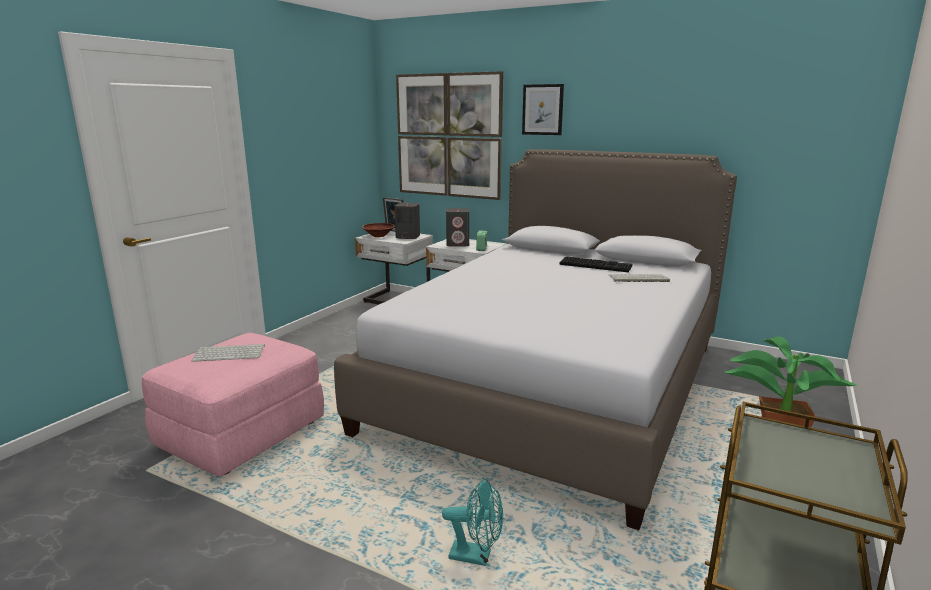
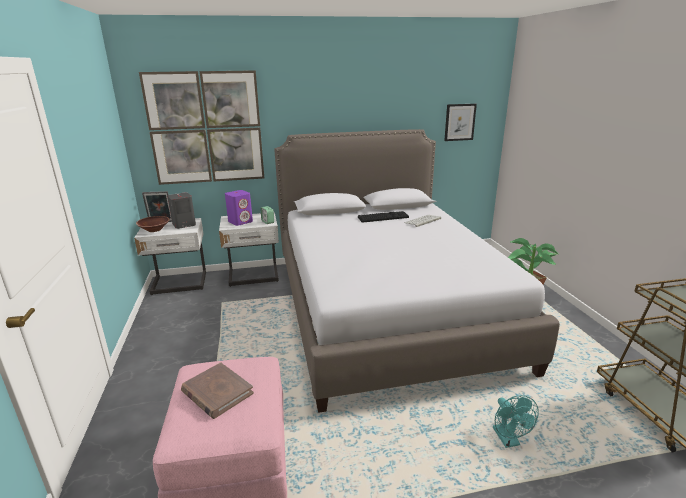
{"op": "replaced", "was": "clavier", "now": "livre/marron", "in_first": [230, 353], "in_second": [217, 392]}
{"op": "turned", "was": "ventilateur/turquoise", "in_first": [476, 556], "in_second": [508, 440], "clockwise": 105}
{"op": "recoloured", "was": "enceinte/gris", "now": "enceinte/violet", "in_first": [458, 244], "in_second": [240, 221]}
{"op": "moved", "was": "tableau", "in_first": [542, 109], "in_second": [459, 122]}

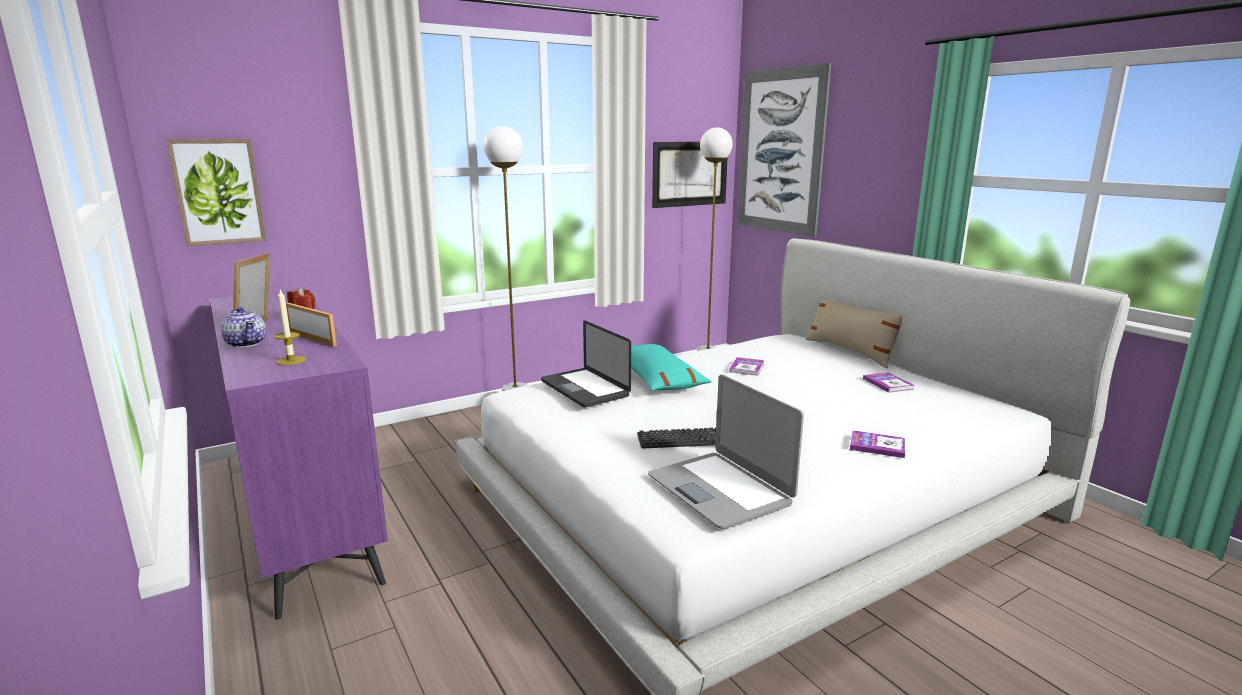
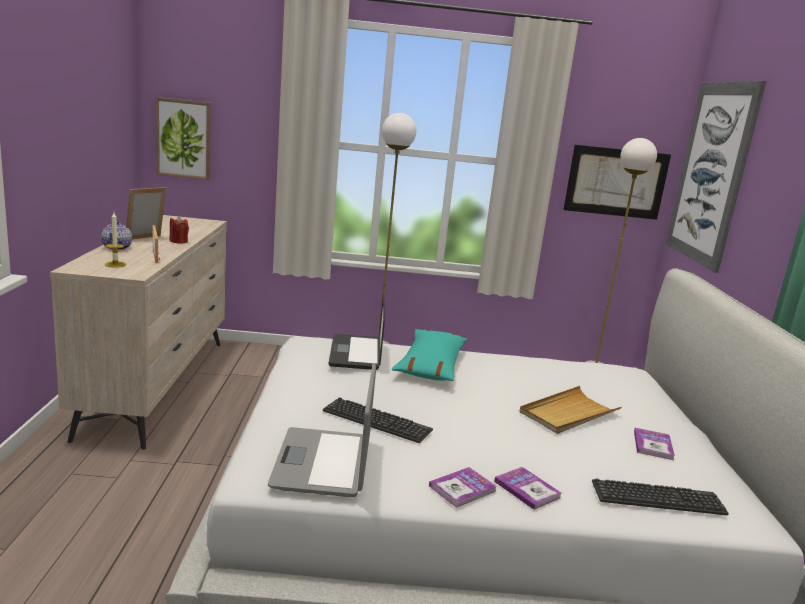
{"op": "recoloured", "was": "commode/violet", "now": "commode/beige", "in_first": [305, 512], "in_second": [158, 385]}
{"op": "moved", "was": "livre", "in_first": [747, 368], "in_second": [462, 488]}
{"op": "removed", "was": "coussin/beige", "in_first": [850, 352]}
{"op": "added", "now": "plateau/beige", "in_second": [568, 413]}
{"op": "added", "now": "clavier", "in_second": [657, 498]}

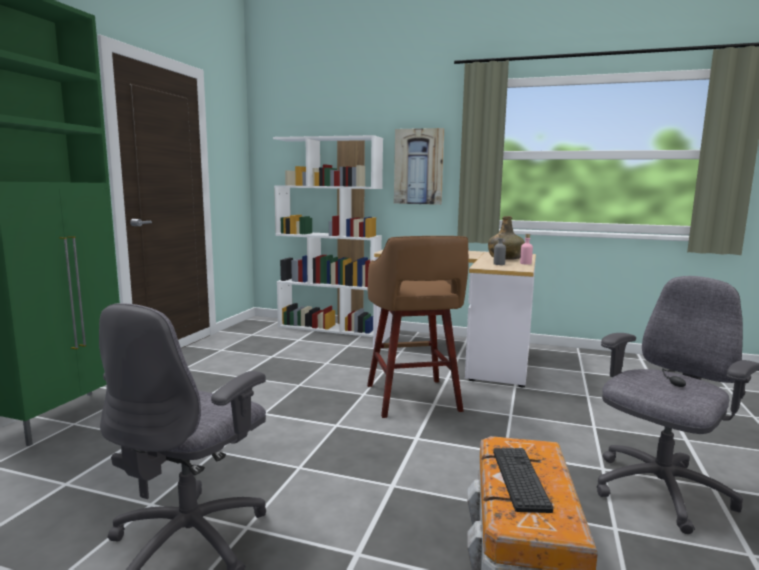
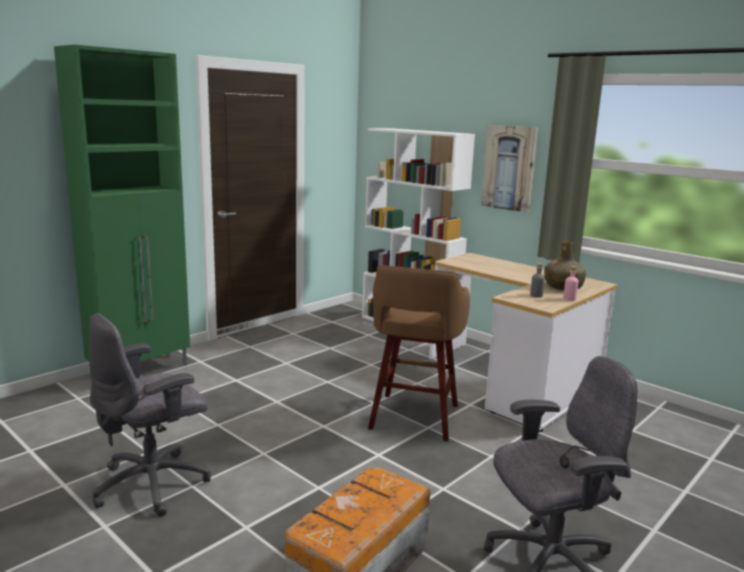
{"op": "removed", "was": "clavier", "in_first": [520, 479]}

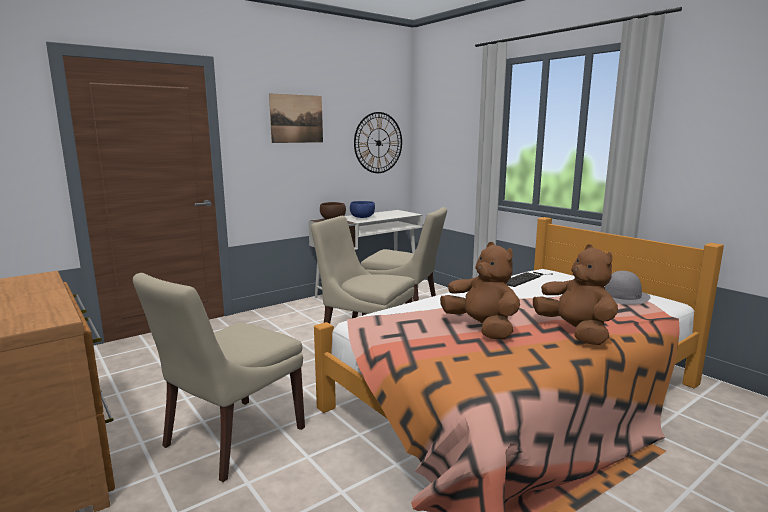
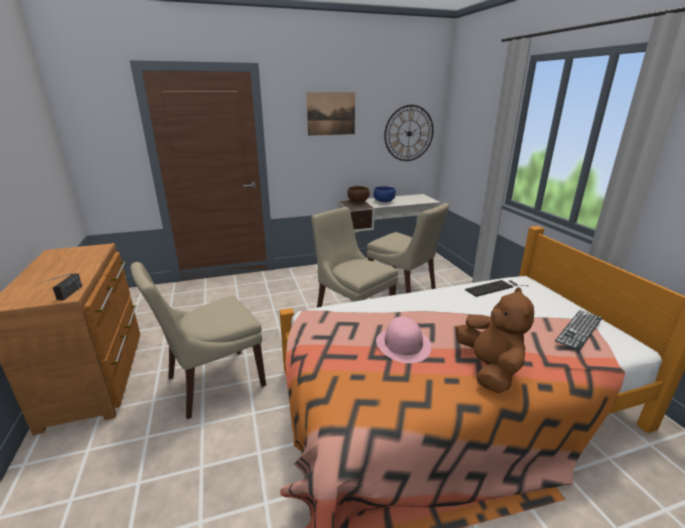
{"op": "replaced", "was": "peluche/marron", "now": "chapeau/rose", "in_first": [482, 328], "in_second": [403, 344]}
{"op": "replaced", "was": "chapeau/gris", "now": "clavier", "in_first": [622, 296], "in_second": [579, 329]}
{"op": "added", "now": "radio", "in_second": [65, 296]}

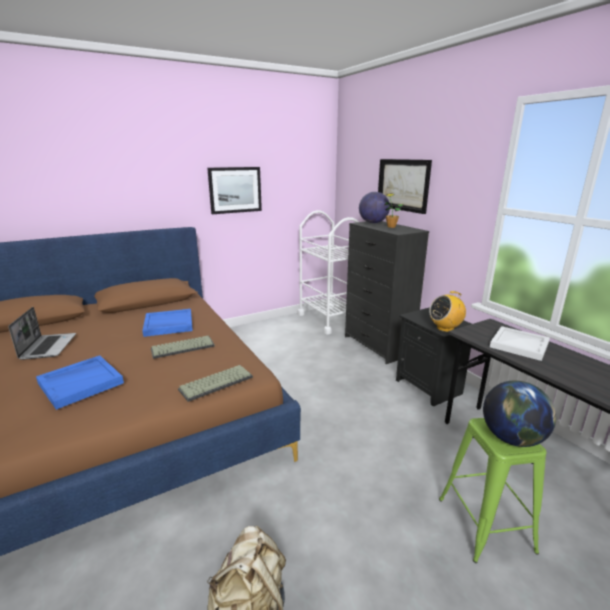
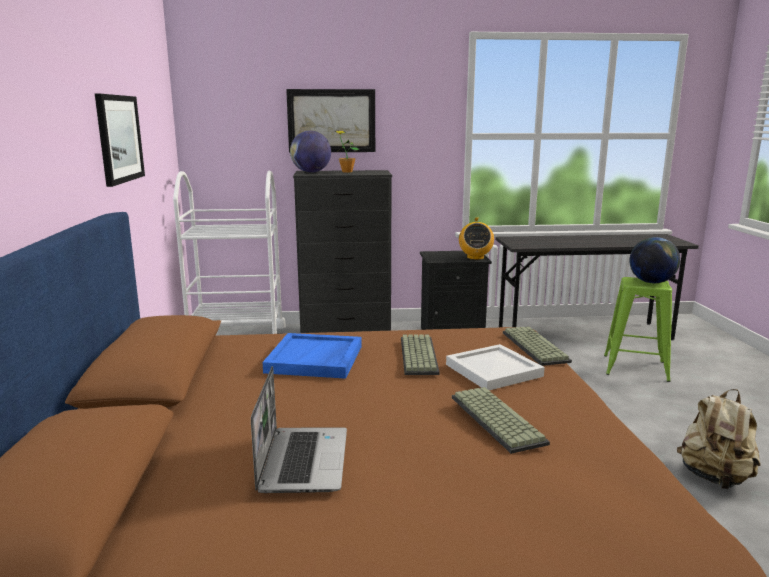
{"op": "turned", "was": "ordinateur portable", "in_first": [48, 347], "in_second": [302, 460], "clockwise": 75}
{"op": "replaced", "was": "plateau/bleu", "now": "clavier", "in_first": [81, 383], "in_second": [494, 419]}
{"op": "moved", "was": "plateau/blanc", "in_first": [518, 344], "in_second": [492, 370]}

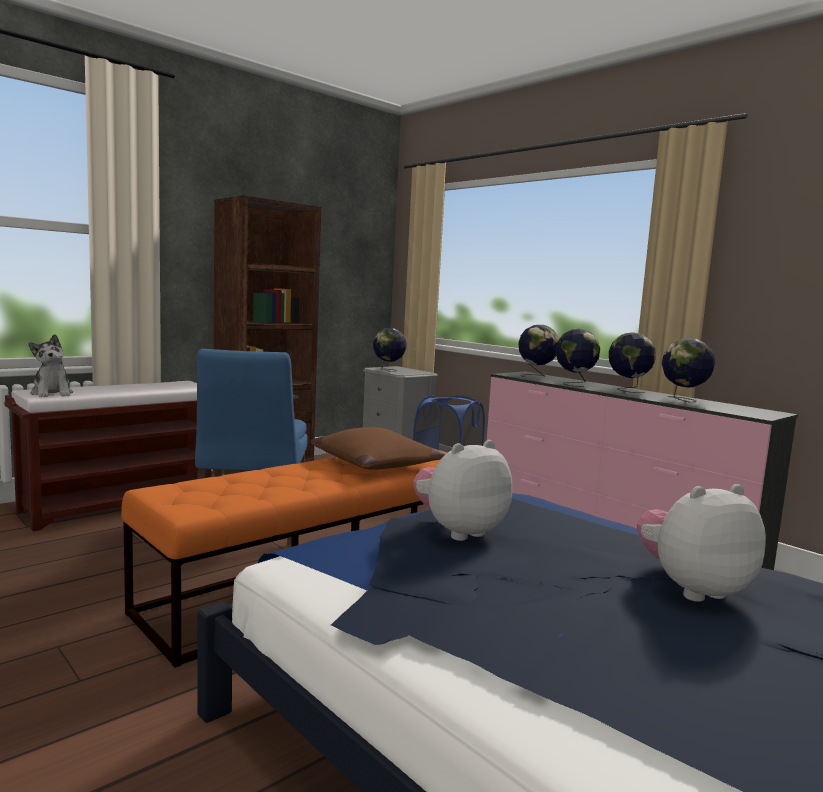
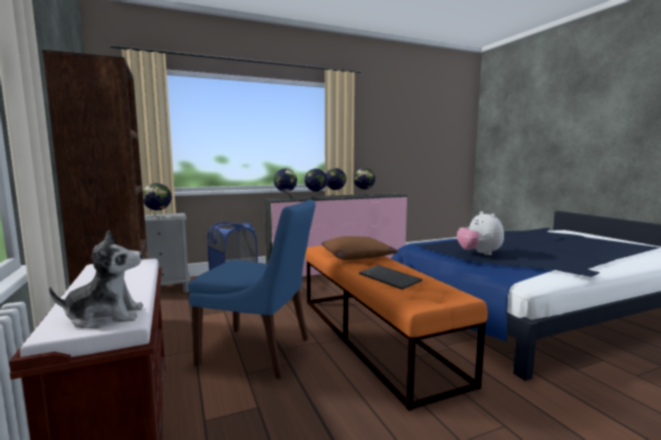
{"op": "removed", "was": "peluche", "in_first": [692, 589]}
{"op": "added", "now": "clavier", "in_second": [390, 278]}

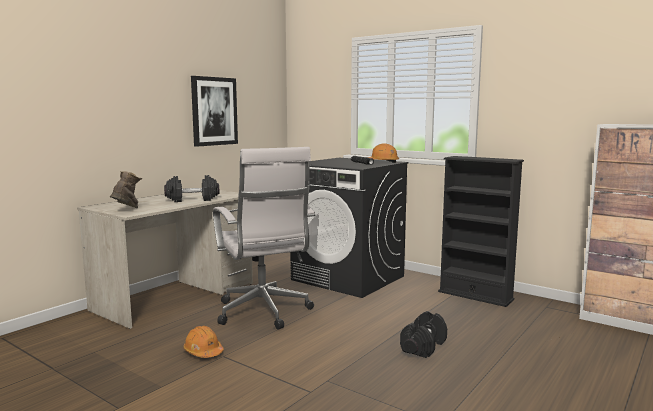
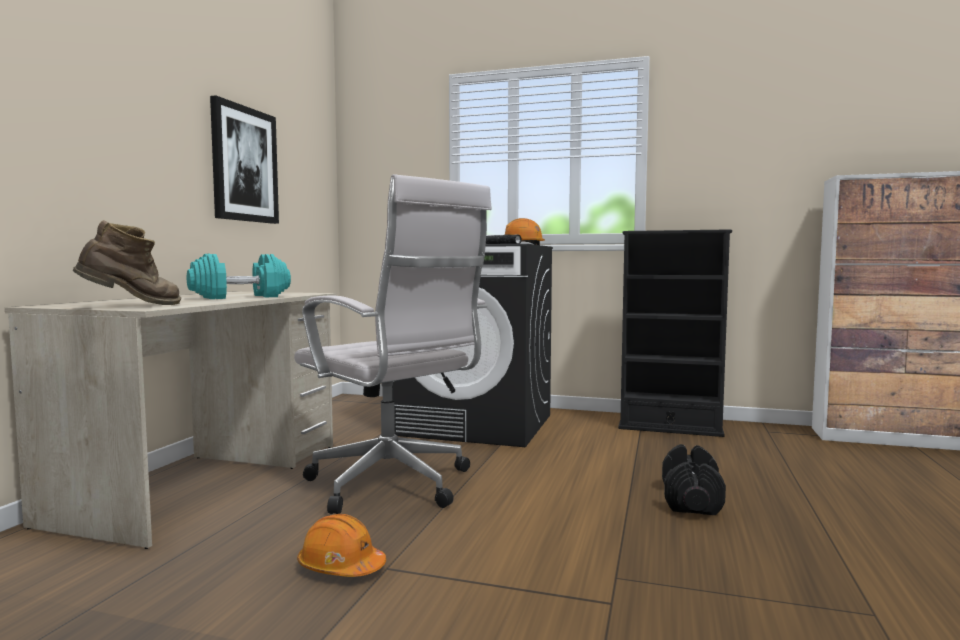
{"op": "turned", "was": "botte/marron", "in_first": [127, 210], "in_second": [133, 306], "clockwise": 60}
{"op": "recoloured", "was": "haltère/noir", "now": "haltère/turquoise", "in_first": [192, 199], "in_second": [241, 297]}

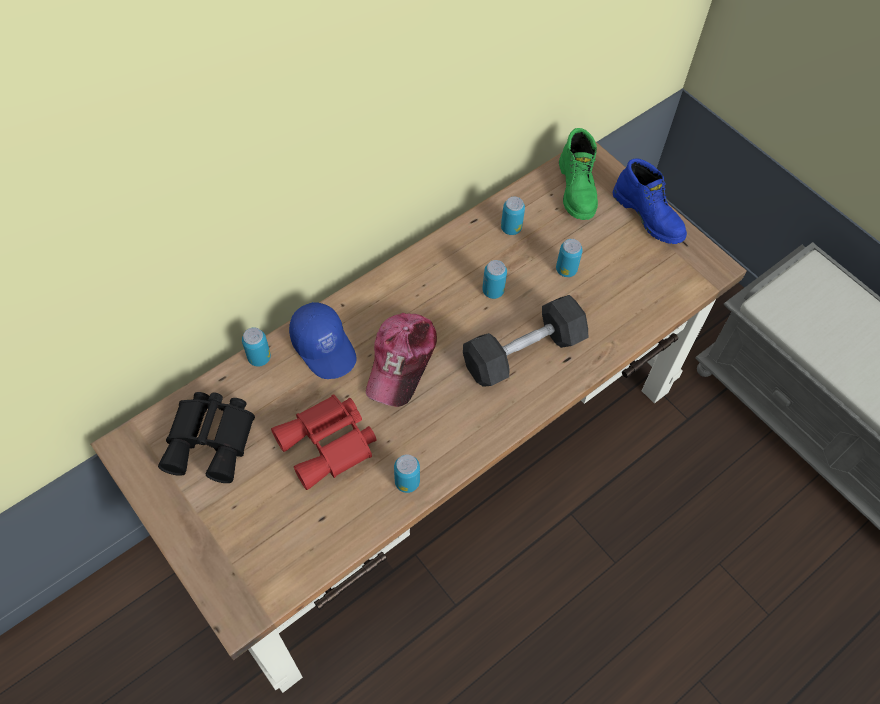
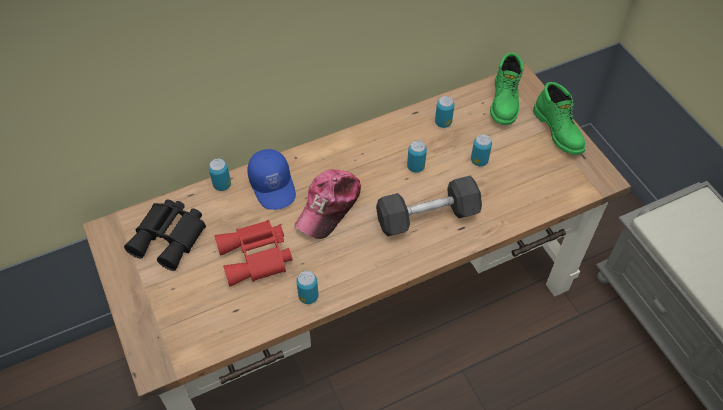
{"op": "recoloured", "was": "botte/bleu", "now": "botte/vert", "in_first": [649, 216], "in_second": [559, 131]}

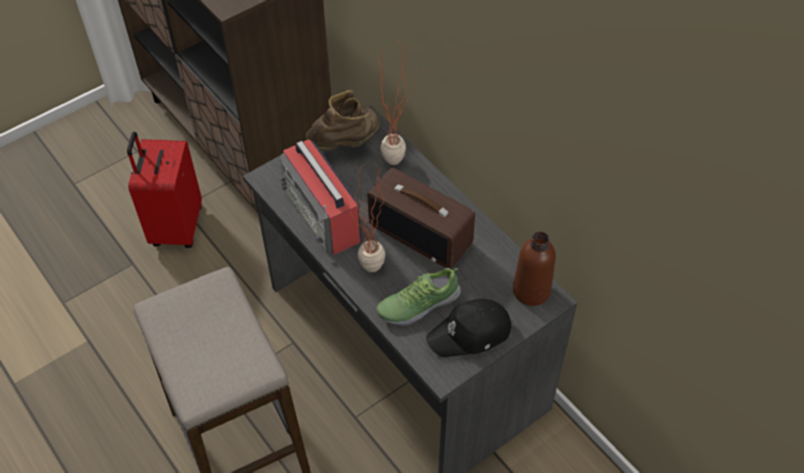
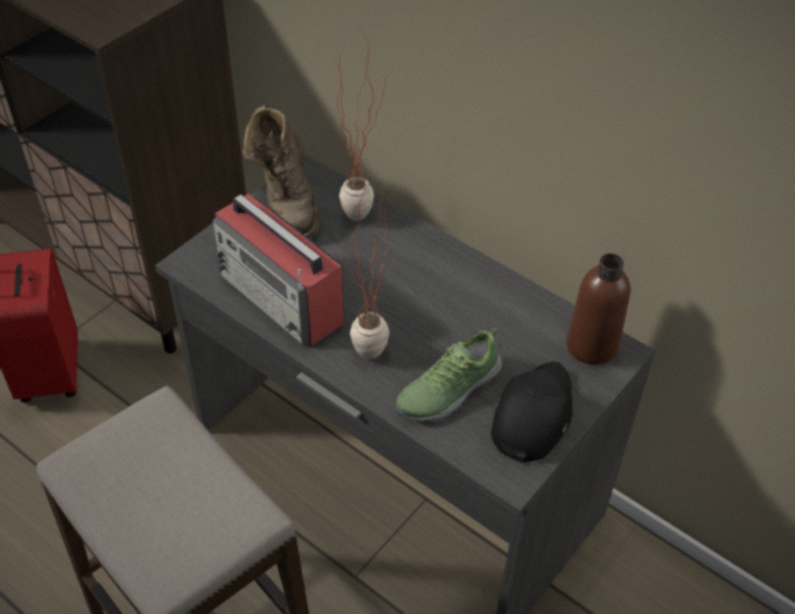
{"op": "turned", "was": "botte/marron", "in_first": [346, 144], "in_second": [288, 205], "clockwise": 135}
{"op": "removed", "was": "radio", "in_first": [422, 234]}
{"op": "turned", "was": "casquette/noir", "in_first": [470, 334], "in_second": [532, 415], "clockwise": 150}

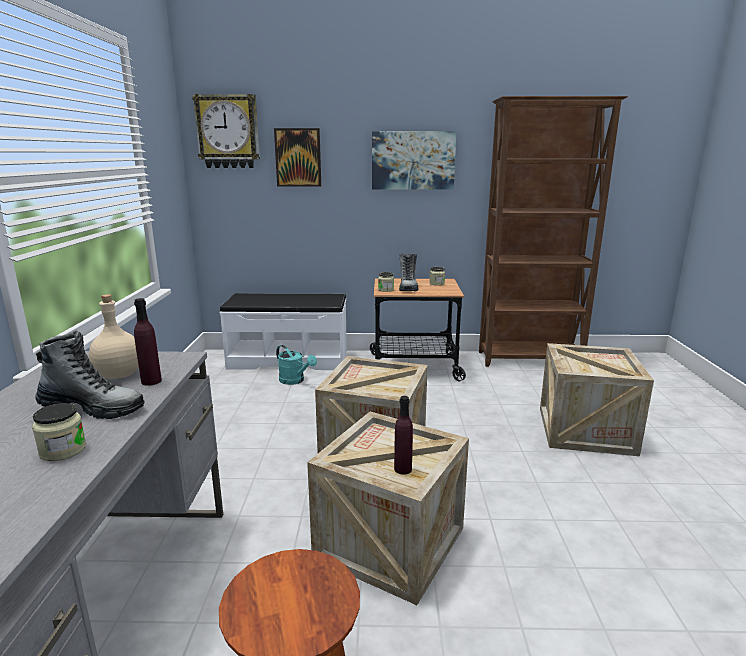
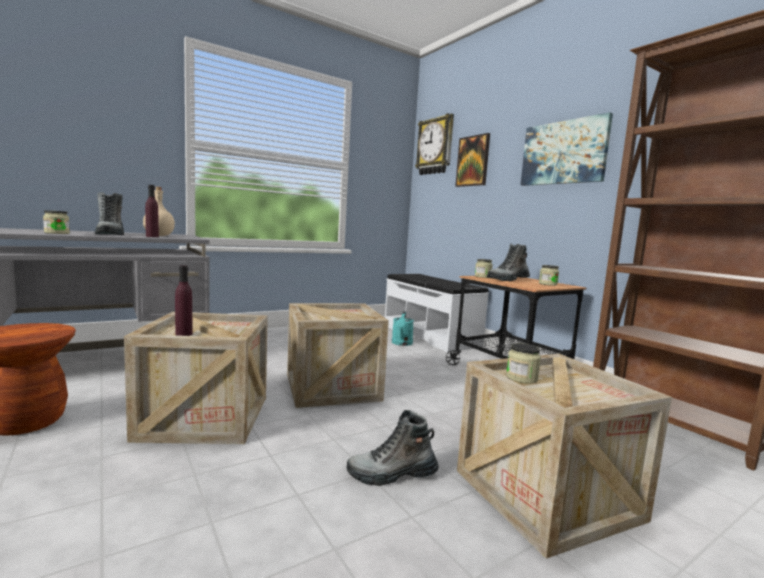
{"op": "added", "now": "botte", "in_second": [392, 474]}
{"op": "added", "now": "bocal", "in_second": [521, 378]}

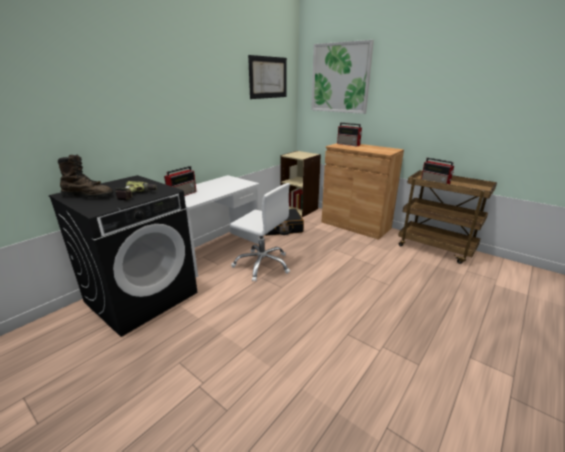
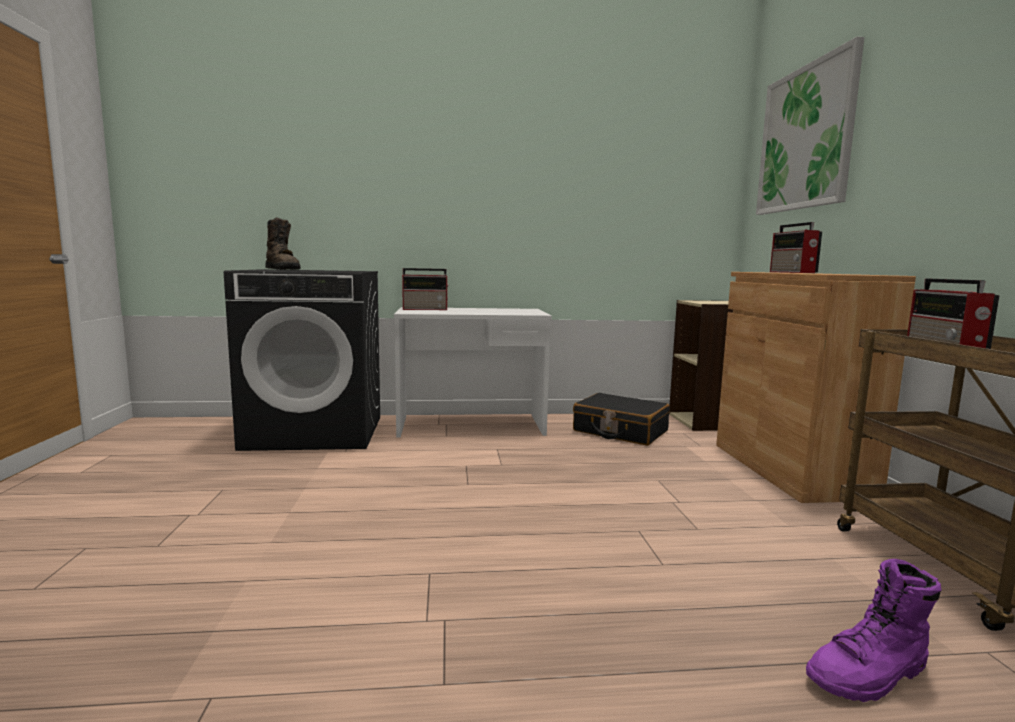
{"op": "removed", "was": "perceuse", "in_first": [137, 195]}
{"op": "removed", "was": "chaise de bureau/blanc", "in_first": [262, 264]}
{"op": "removed", "was": "tableau", "in_first": [268, 77]}
{"op": "added", "now": "botte/violet", "in_second": [869, 675]}

